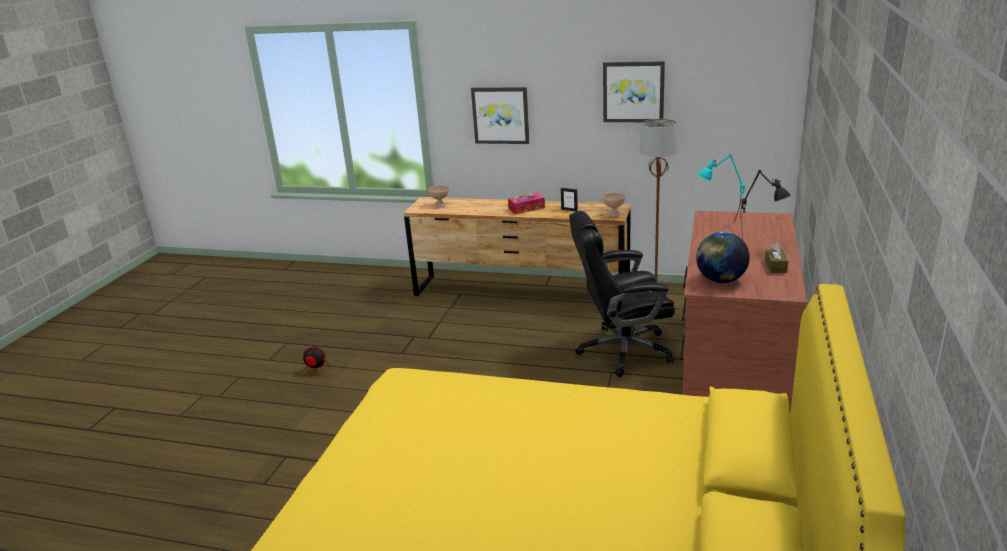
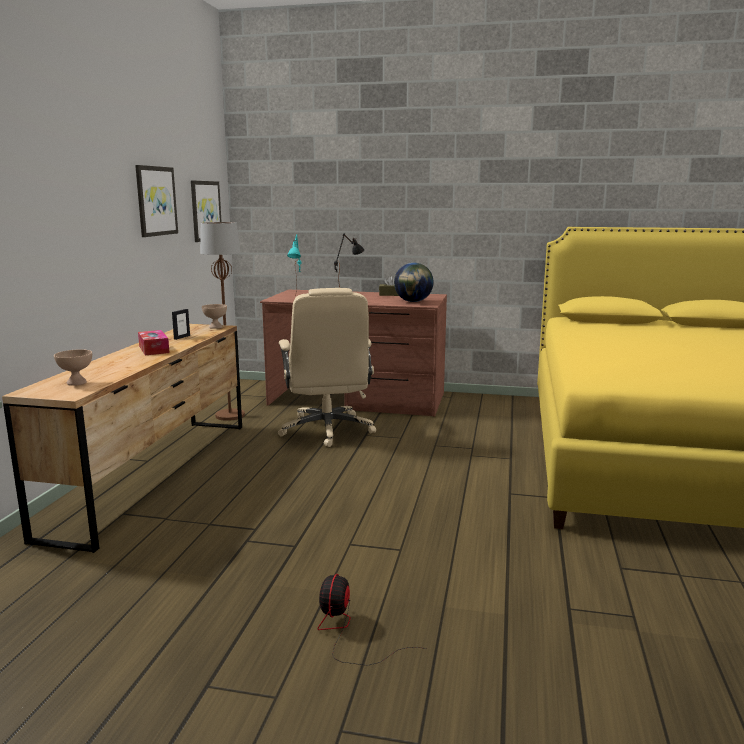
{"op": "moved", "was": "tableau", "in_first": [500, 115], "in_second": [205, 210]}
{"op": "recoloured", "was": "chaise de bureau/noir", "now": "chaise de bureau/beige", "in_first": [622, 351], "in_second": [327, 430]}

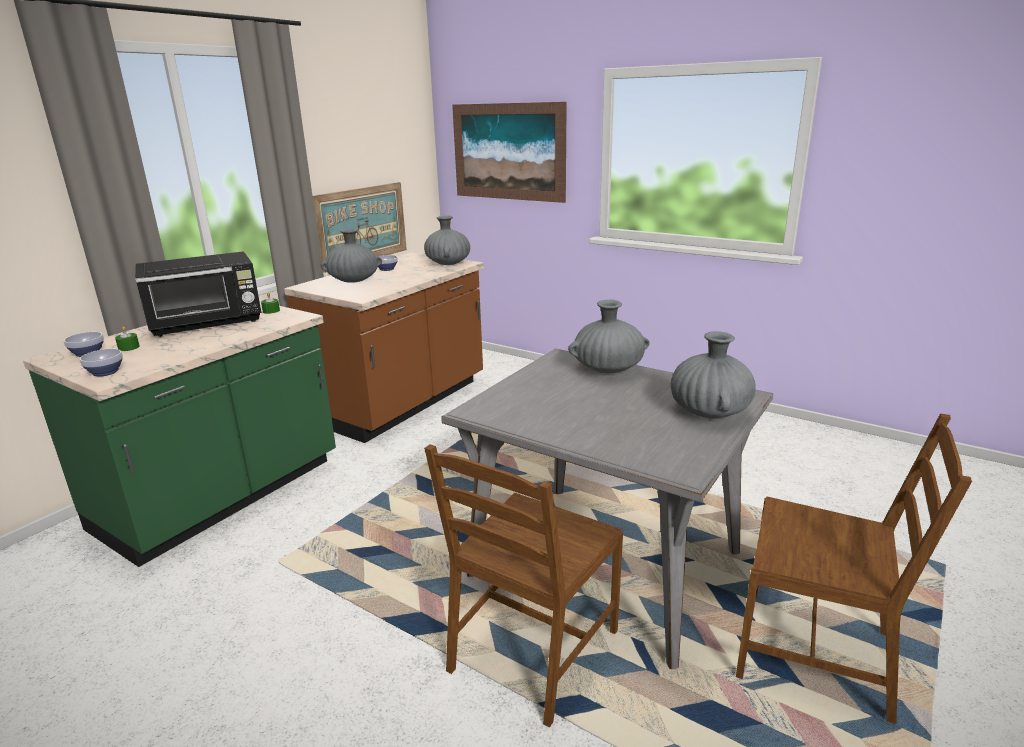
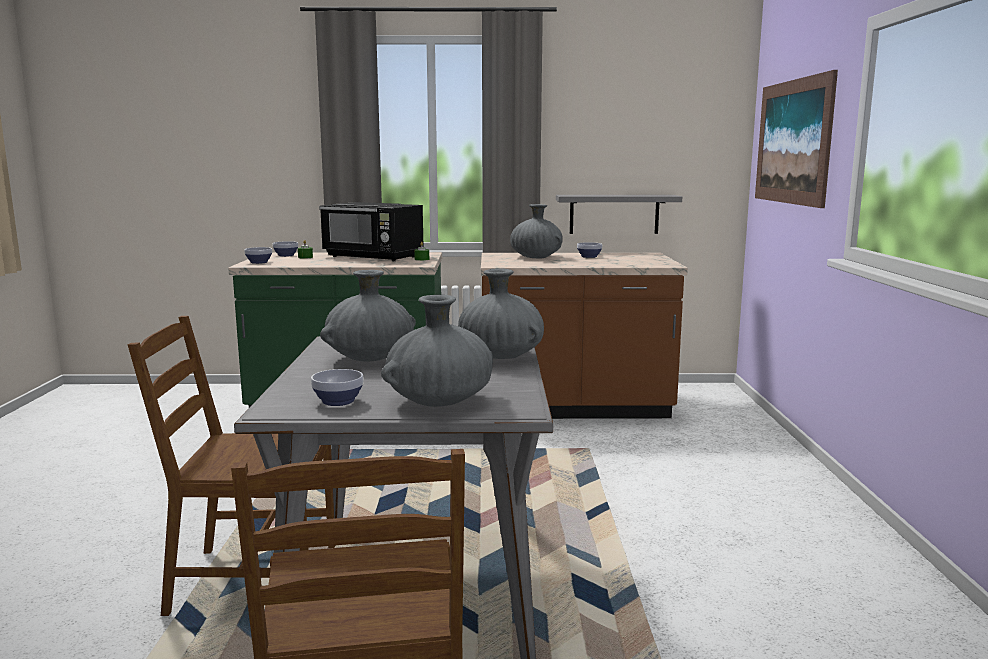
{"op": "replaced", "was": "tableau", "now": "étagère/gris", "in_first": [361, 225], "in_second": [614, 214]}
{"op": "moved", "was": "vase/gris", "in_first": [448, 263], "in_second": [370, 358]}
{"op": "added", "now": "bol", "in_second": [337, 401]}

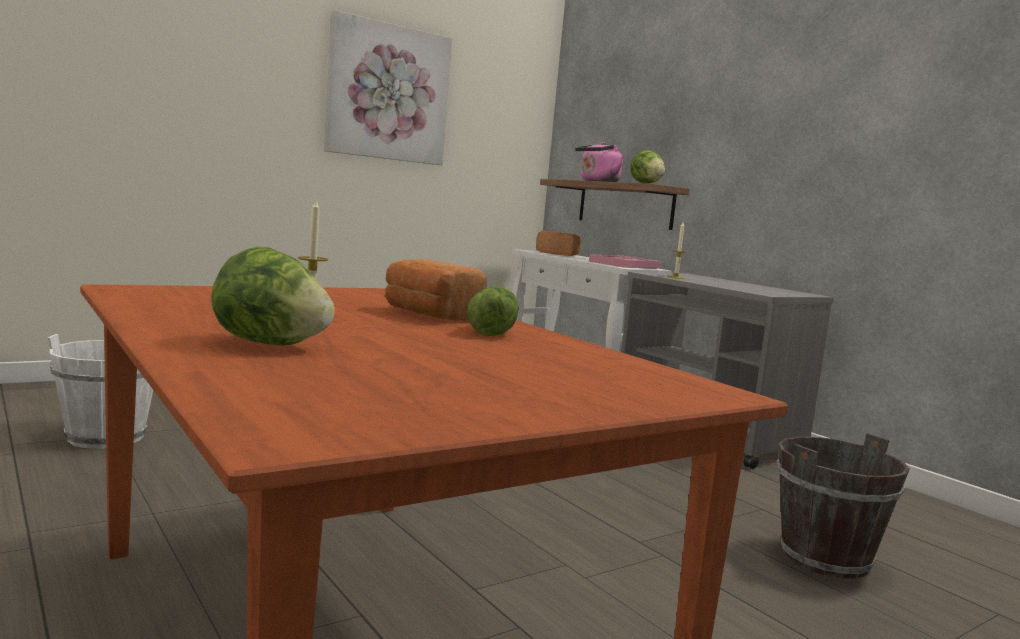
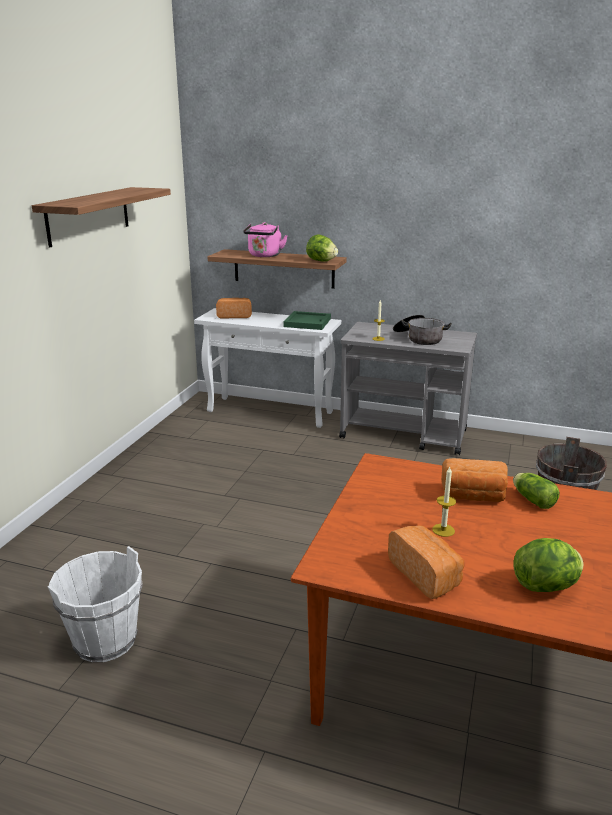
{"op": "replaced", "was": "tableau", "now": "étagère", "in_first": [388, 92], "in_second": [88, 215]}
{"op": "recoloured", "was": "plateau/rose", "now": "plateau/vert", "in_first": [625, 265], "in_second": [308, 322]}
{"op": "added", "now": "pain", "in_second": [426, 574]}
{"op": "added", "now": "marmite", "in_second": [419, 338]}

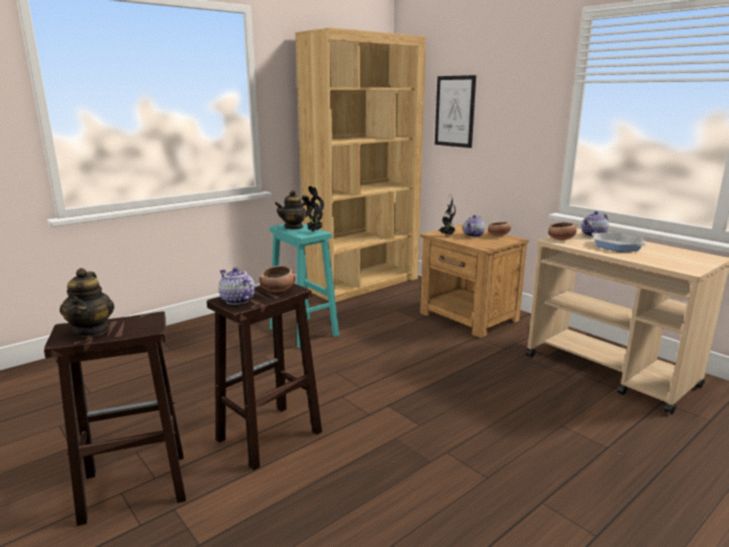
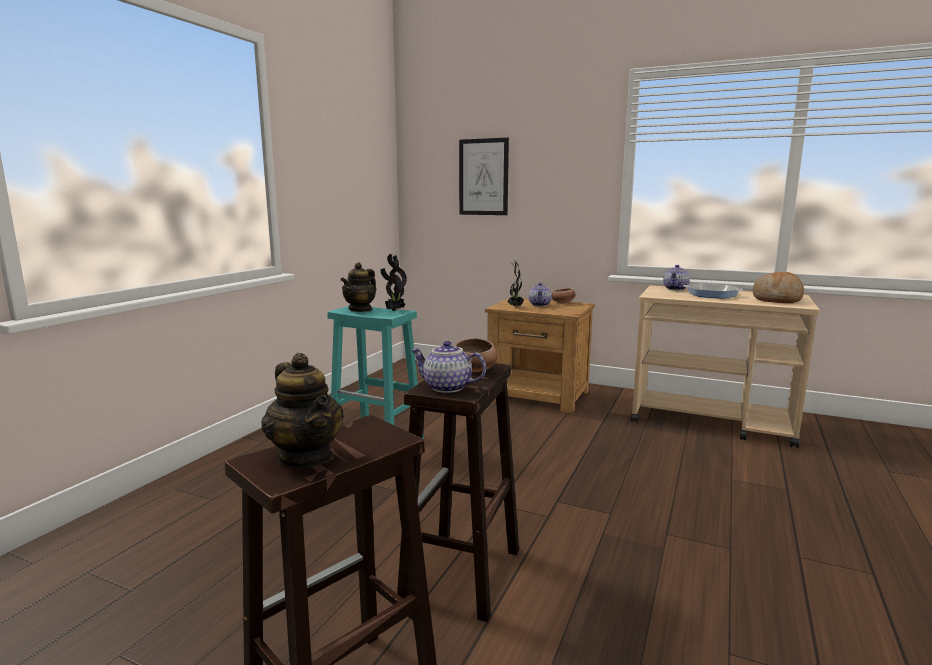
{"op": "removed", "was": "bibliothèque/marron", "in_first": [363, 283]}
{"op": "removed", "was": "bol", "in_first": [561, 239]}
{"op": "added", "now": "pain", "in_second": [777, 299]}

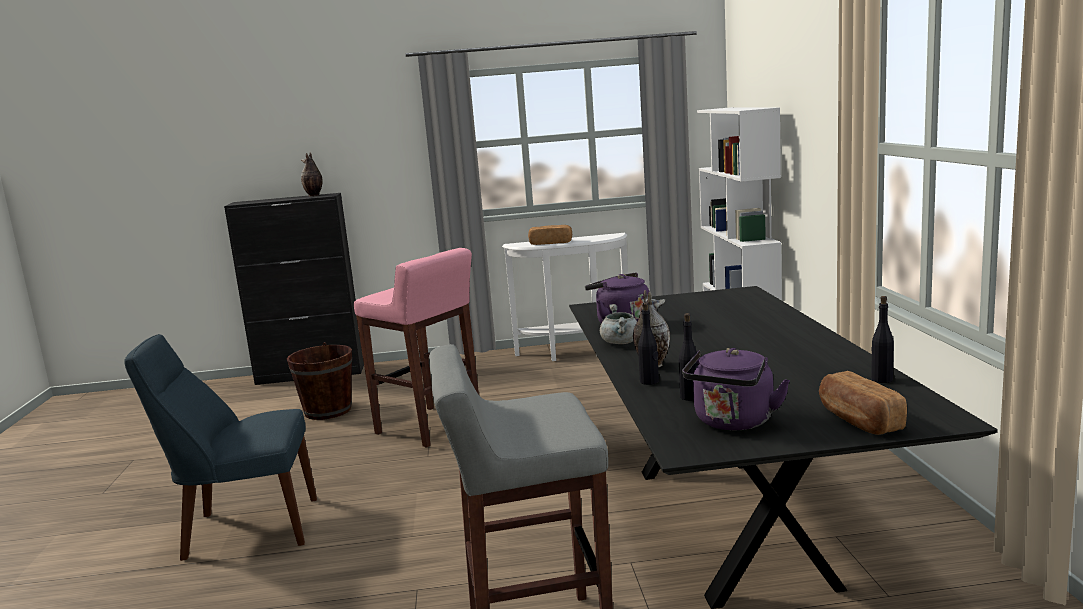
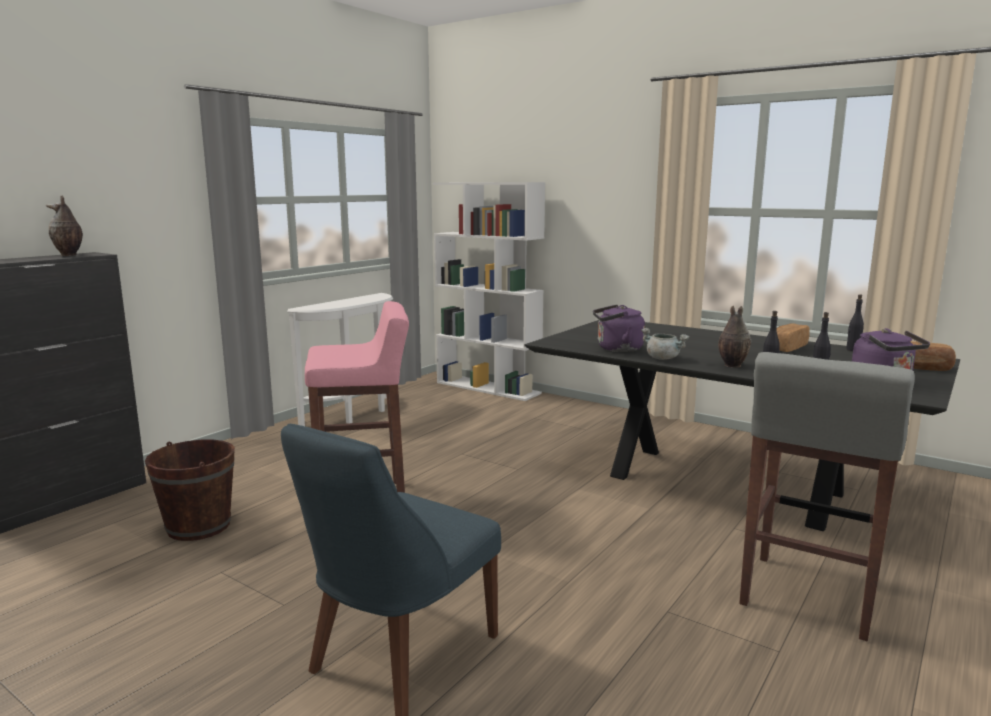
{"op": "moved", "was": "pain", "in_first": [550, 243], "in_second": [786, 348]}

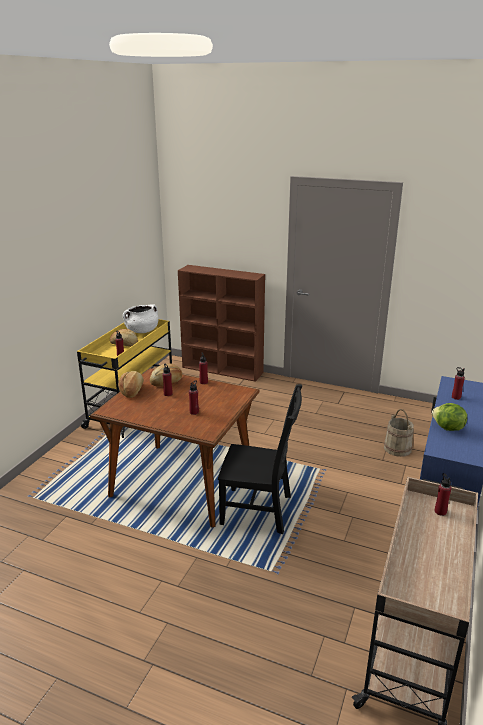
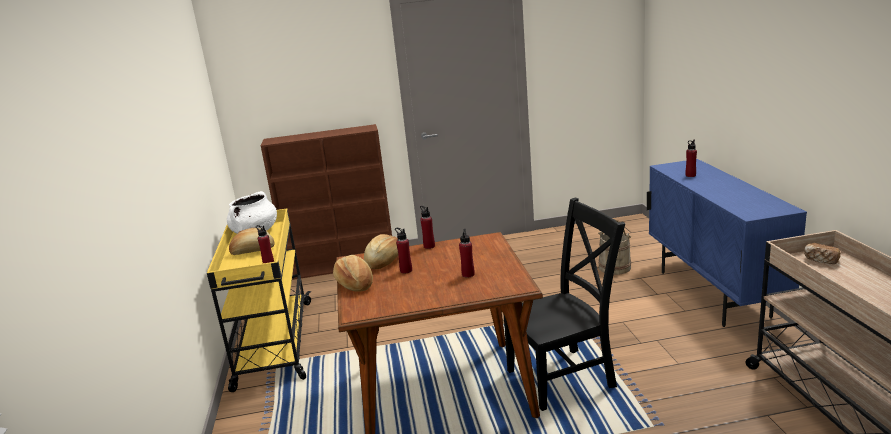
{"op": "removed", "was": "laitue", "in_first": [447, 428]}
{"op": "replaced", "was": "bouteille/rouge", "now": "pain", "in_first": [440, 511], "in_second": [821, 260]}

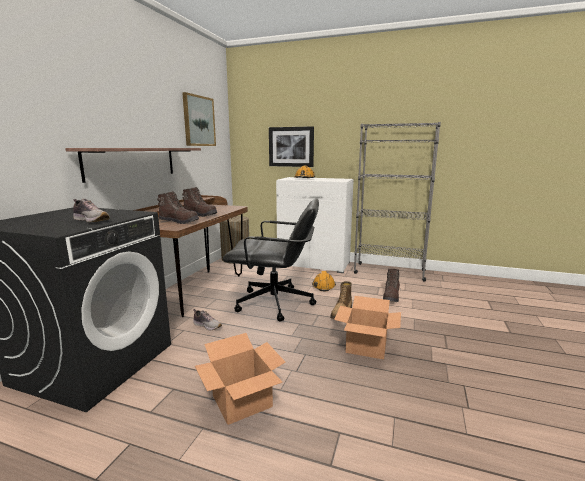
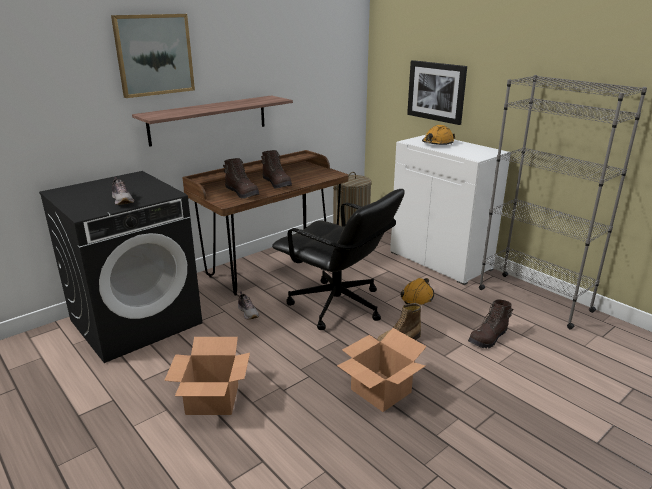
{"op": "moved", "was": "tableau", "in_first": [198, 121], "in_second": [154, 55]}

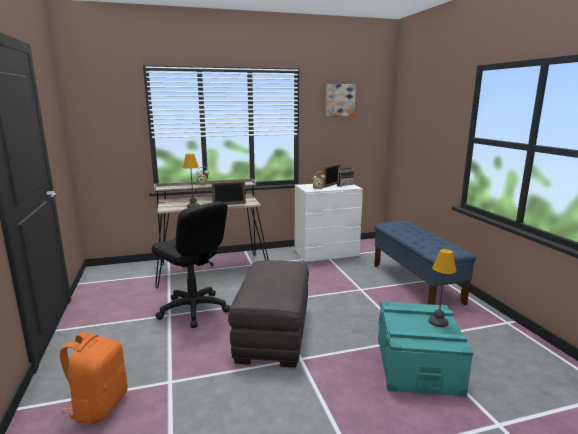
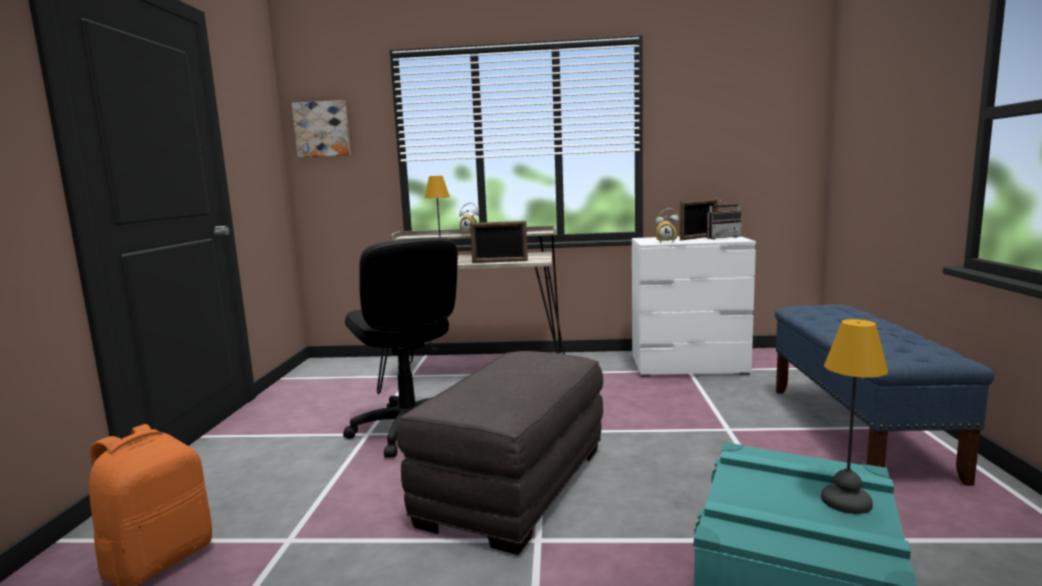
{"op": "moved", "was": "tableau", "in_first": [339, 100], "in_second": [322, 129]}

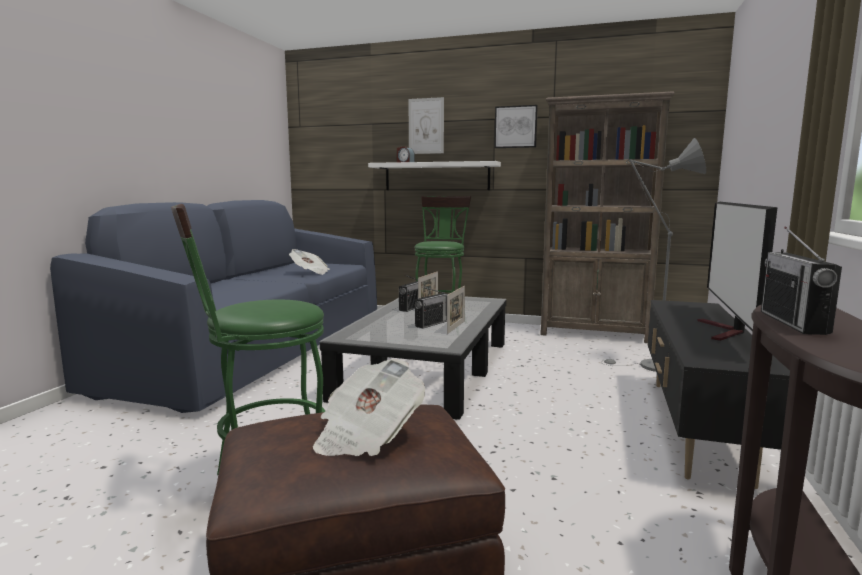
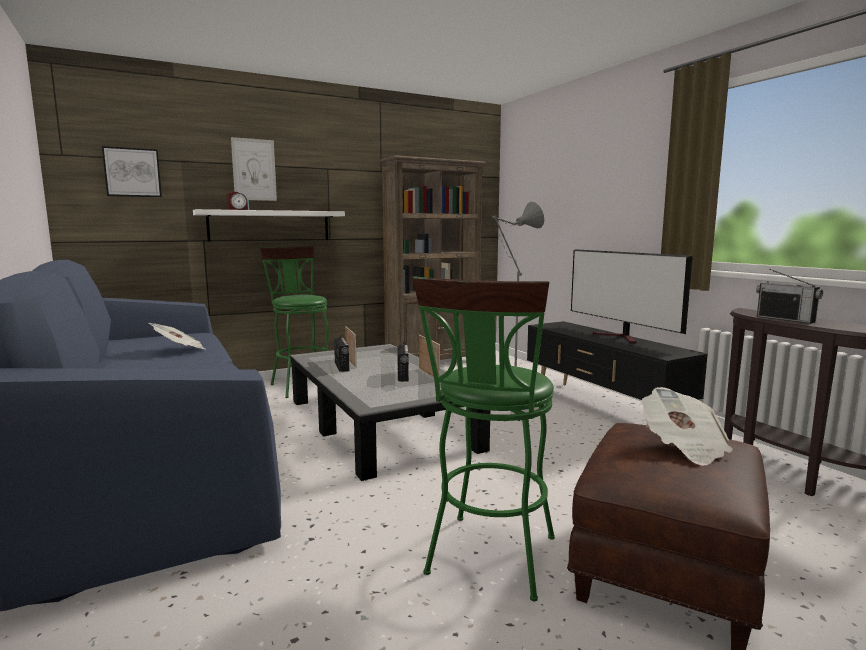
{"op": "moved", "was": "tableau", "in_first": [515, 127], "in_second": [132, 172]}

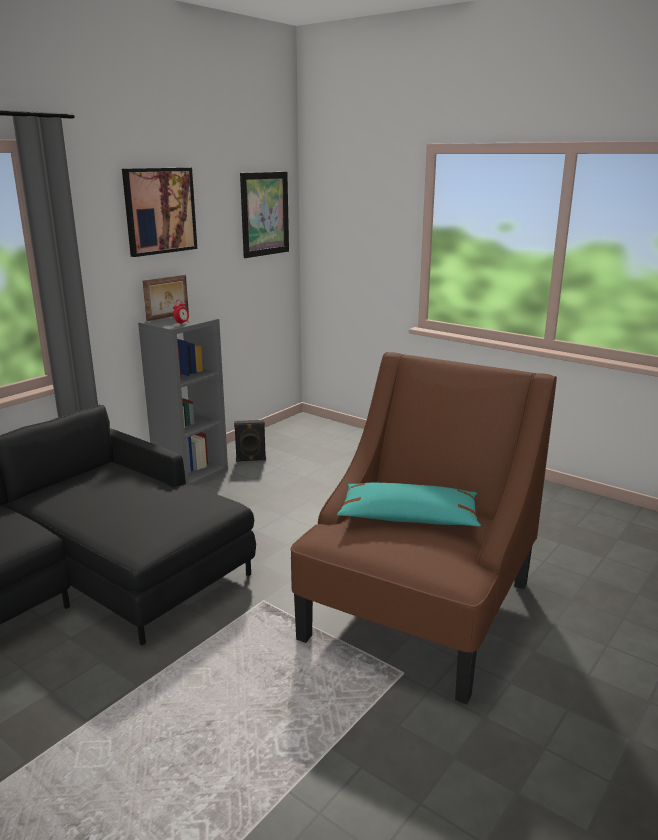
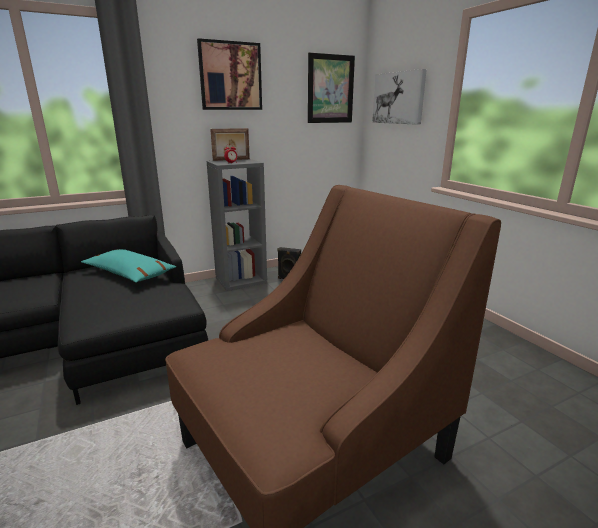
{"op": "moved", "was": "coussin/turquoise", "in_first": [408, 517], "in_second": [129, 274]}
{"op": "added", "now": "tableau", "in_second": [398, 98]}

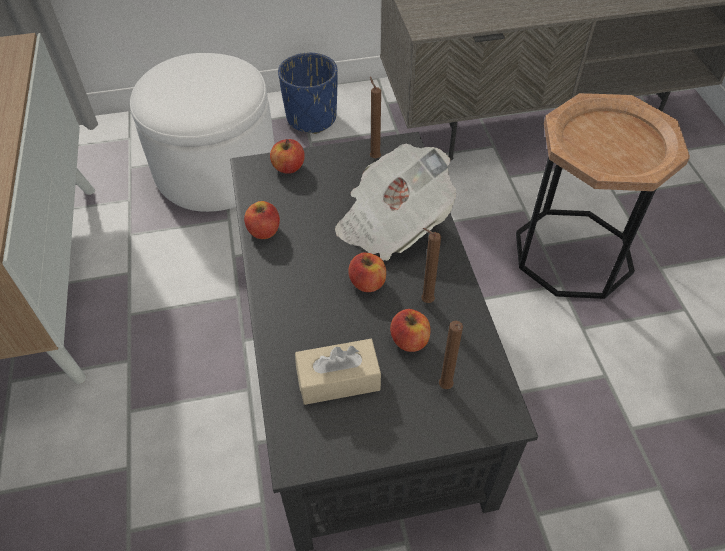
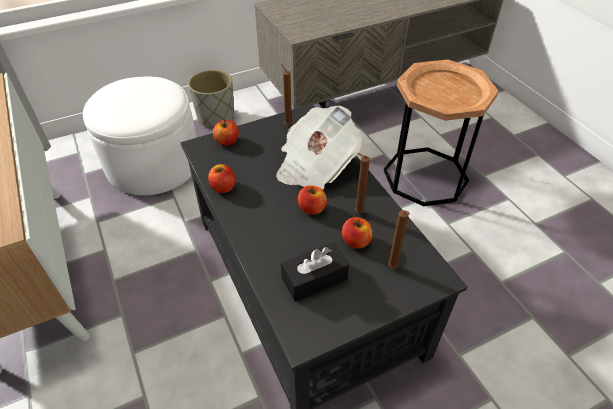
{"op": "recoloured", "was": "cache-pot/bleu", "now": "cache-pot/gris", "in_first": [312, 118], "in_second": [216, 117]}
{"op": "recoloured", "was": "boîte à mouchoirs/beige", "now": "boîte à mouchoirs/noir", "in_first": [338, 380], "in_second": [314, 279]}

